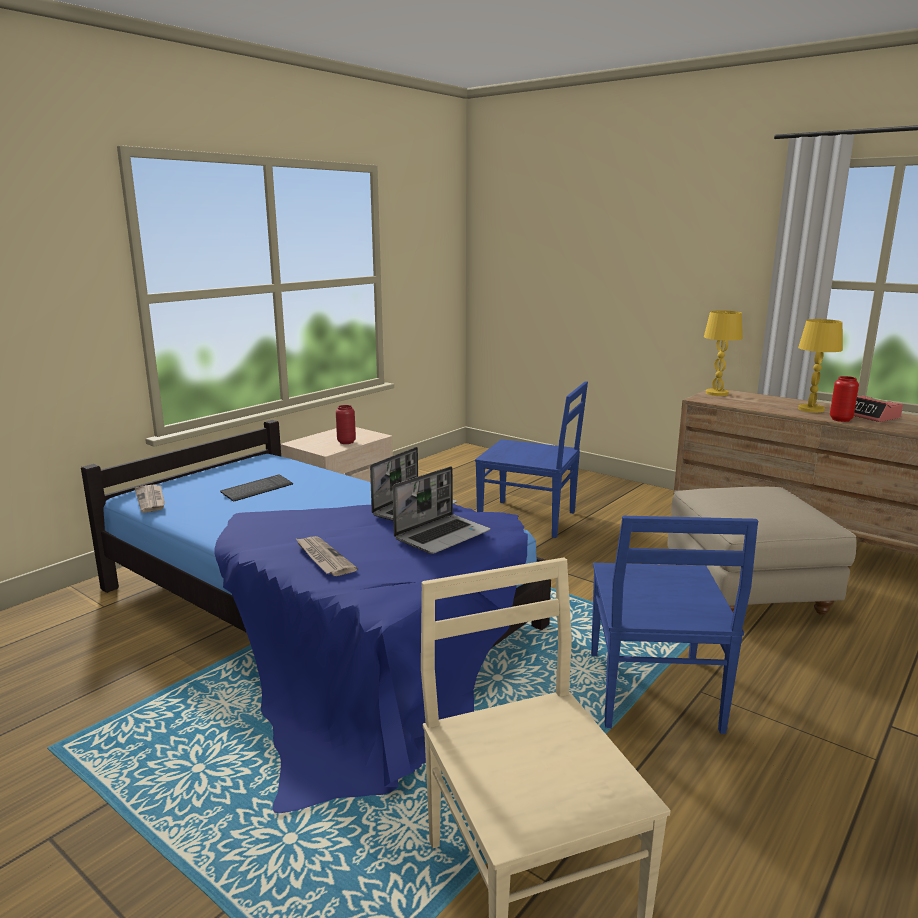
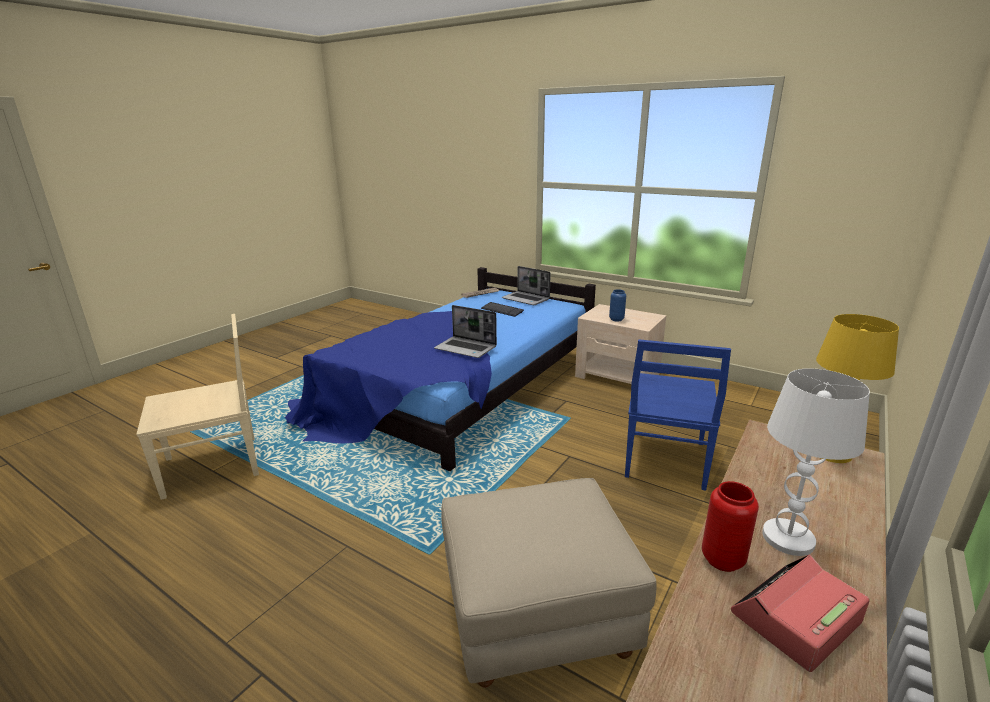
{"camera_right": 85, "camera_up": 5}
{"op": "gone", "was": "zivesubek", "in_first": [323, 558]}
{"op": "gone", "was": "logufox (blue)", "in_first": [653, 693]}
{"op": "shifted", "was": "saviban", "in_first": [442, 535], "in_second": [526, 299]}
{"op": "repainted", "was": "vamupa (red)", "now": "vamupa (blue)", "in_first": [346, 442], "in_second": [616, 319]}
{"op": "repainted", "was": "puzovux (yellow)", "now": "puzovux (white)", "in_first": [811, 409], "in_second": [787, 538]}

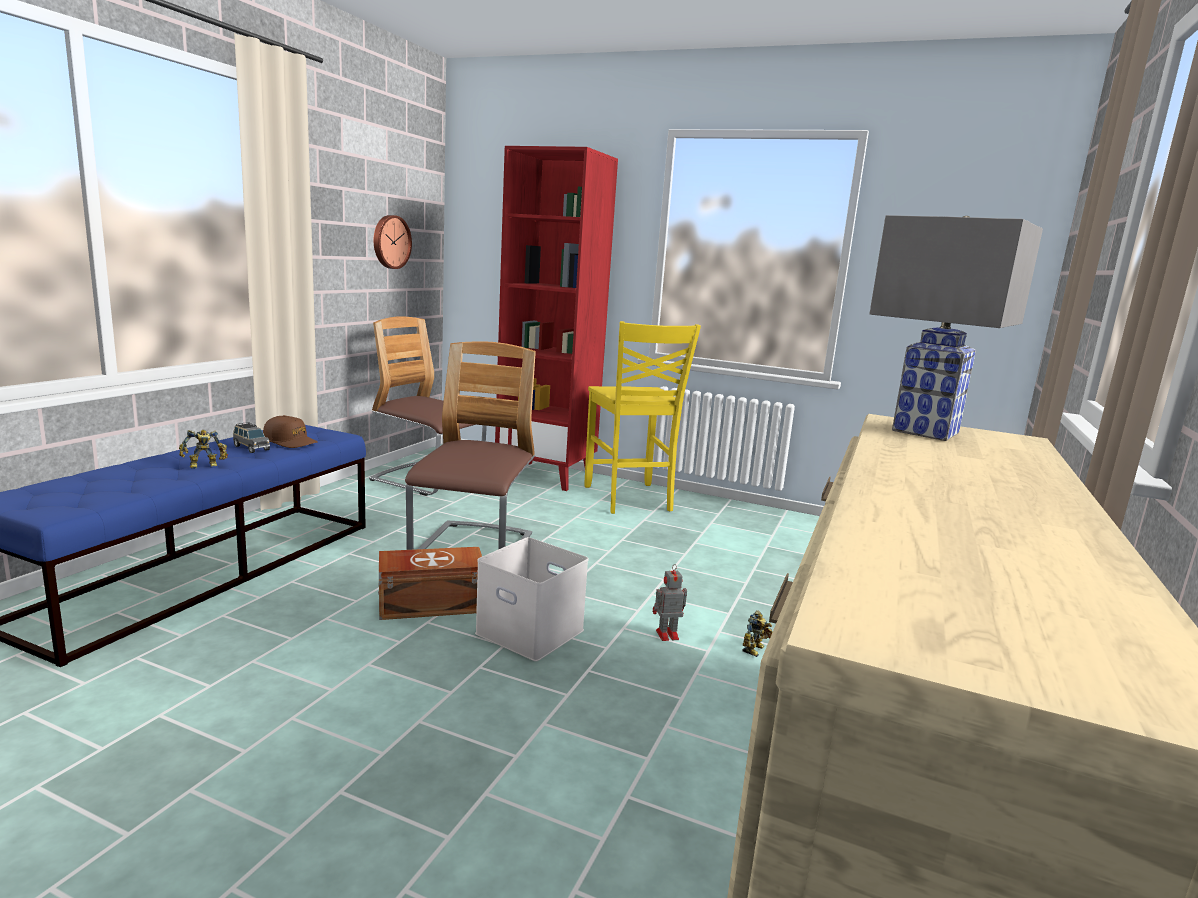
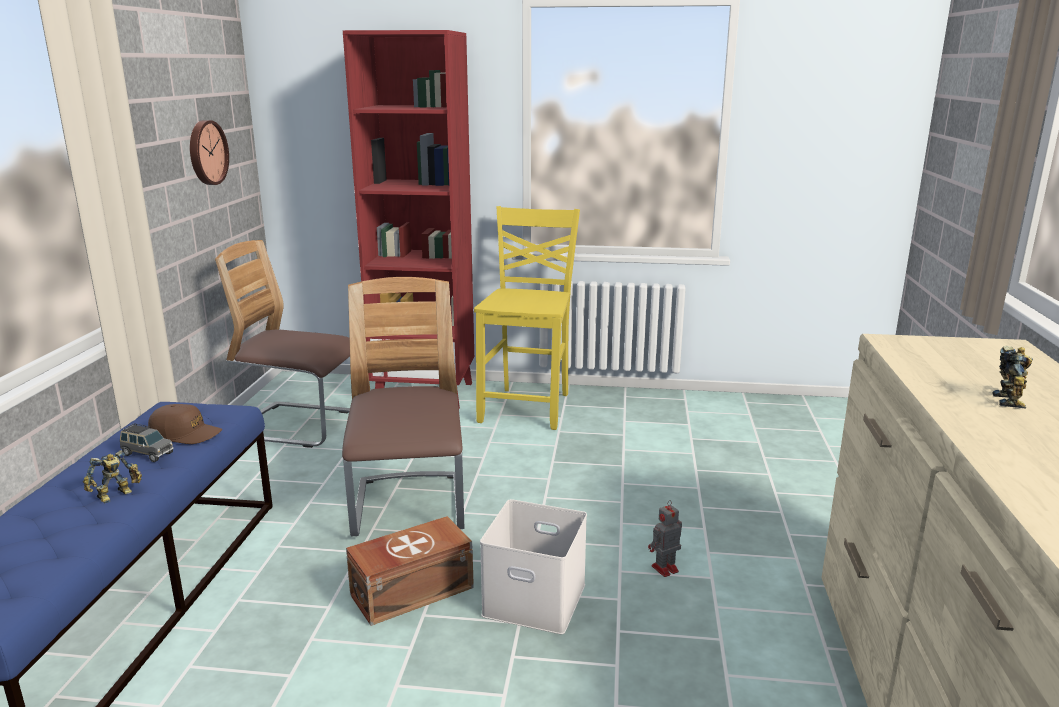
{"camera_right": -15, "camera_up": 5}
{"op": "gone", "was": "puzovux (grey)", "in_first": [923, 432]}
{"op": "shifted", "was": "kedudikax", "in_first": [755, 650], "in_second": [1011, 401]}
{"op": "rotated", "was": "logufox (yellow)", "in_first": [629, 499], "in_second": [528, 407], "clockwise": -135}

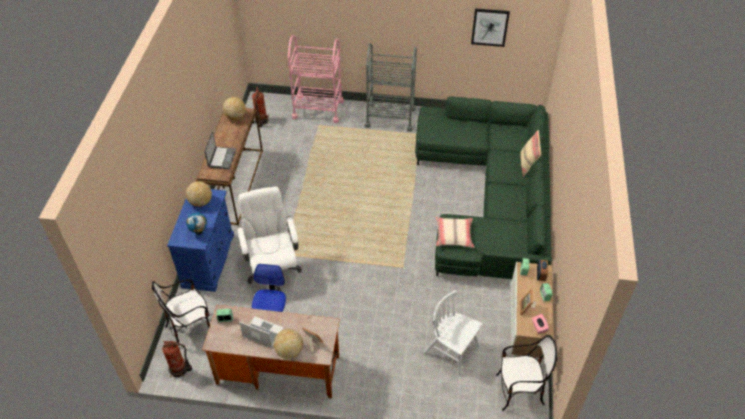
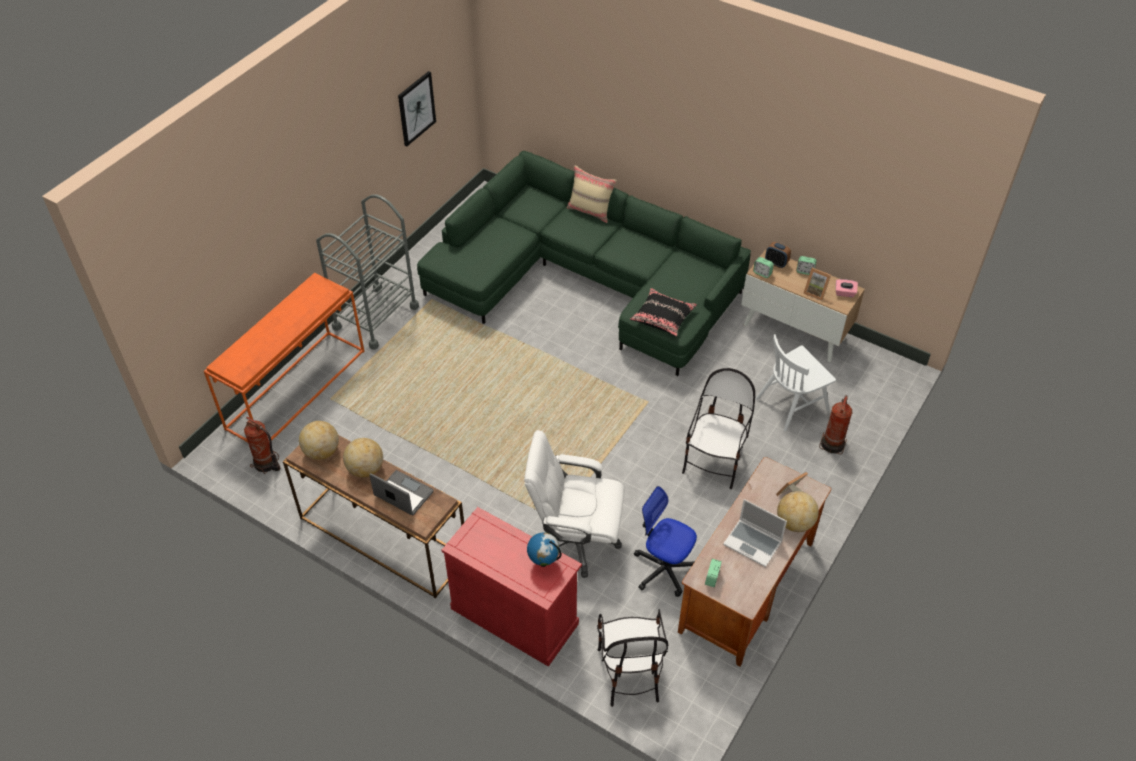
{"camera_right": -65, "camera_up": 0}
{"op": "shifted", "was": "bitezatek", "in_first": [179, 370], "in_second": [833, 444]}
{"op": "shifted", "was": "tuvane", "in_first": [201, 202], "in_second": [365, 469]}
{"op": "shifted", "was": "logufox", "in_first": [519, 391], "in_second": [715, 462]}
{"op": "swapped", "was": "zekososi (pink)", "now": "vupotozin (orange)", "in_first": [318, 109], "in_second": [296, 388]}
{"op": "repainted", "was": "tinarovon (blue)", "now": "tinarovon (red)", "in_first": [208, 260], "in_second": [514, 615]}
{"op": "repainted", "was": "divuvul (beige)", "now": "divuvul (black)", "in_first": [454, 235], "in_second": [663, 317]}
{"op": "rotated", "was": "saviban", "in_first": [262, 333], "in_second": [753, 543], "clockwise": -105}

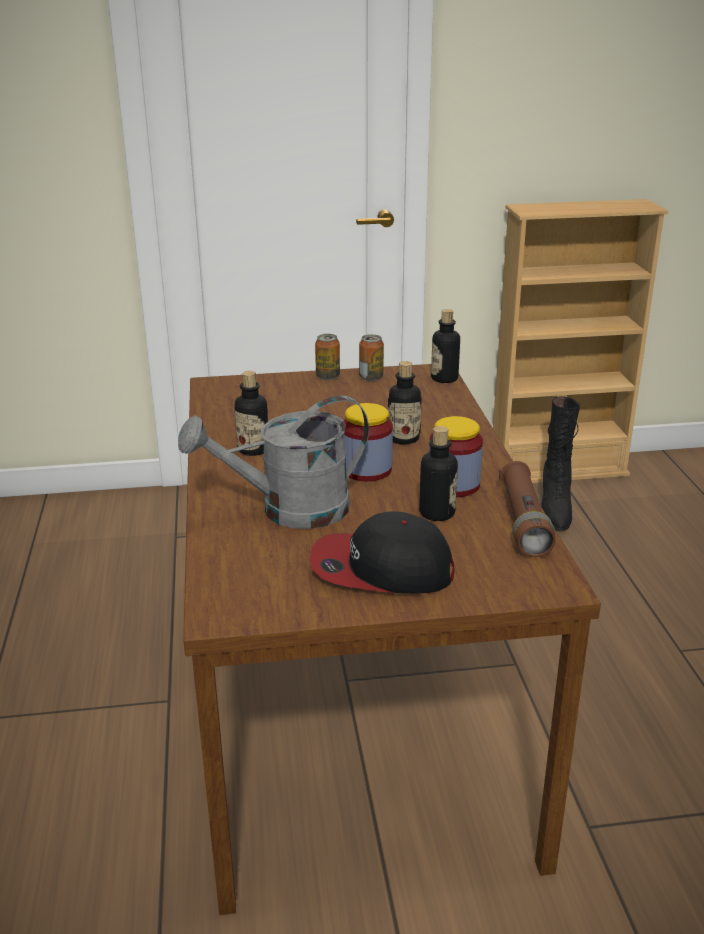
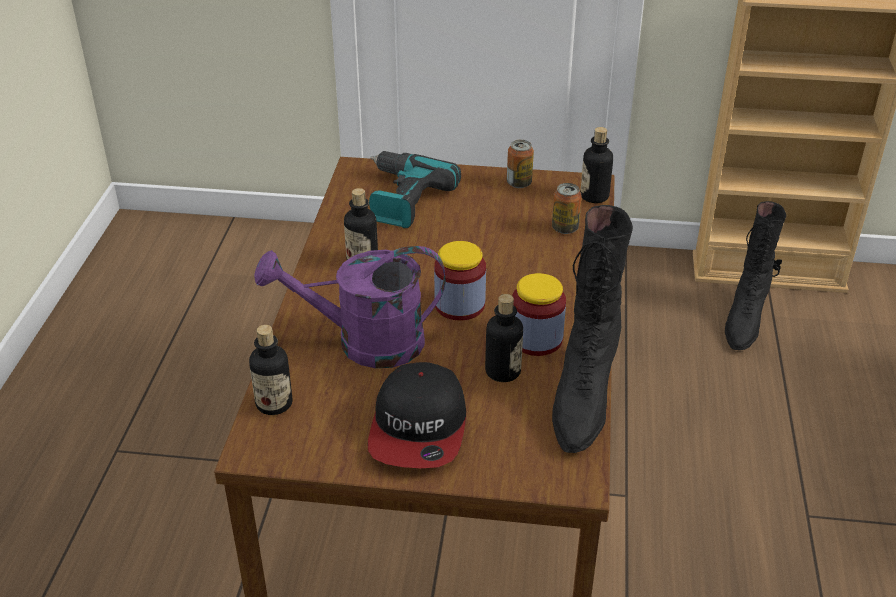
{"camera_right": 15, "camera_up": 10}
{"op": "new", "now": "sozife", "in_second": [402, 199]}
{"op": "shifted", "was": "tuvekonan", "in_first": [327, 376], "in_second": [565, 228]}
{"op": "shifted", "was": "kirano", "in_first": [403, 438], "in_second": [274, 403]}
{"op": "swapped", "was": "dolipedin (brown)", "now": "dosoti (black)", "in_first": [524, 521], "in_second": [583, 398]}
{"op": "repainted", "was": "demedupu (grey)", "now": "demedupu (purple)", "in_first": [289, 511], "in_second": [364, 343]}
{"op": "rotated", "was": "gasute", "in_first": [381, 569], "in_second": [419, 428], "clockwise": -105}

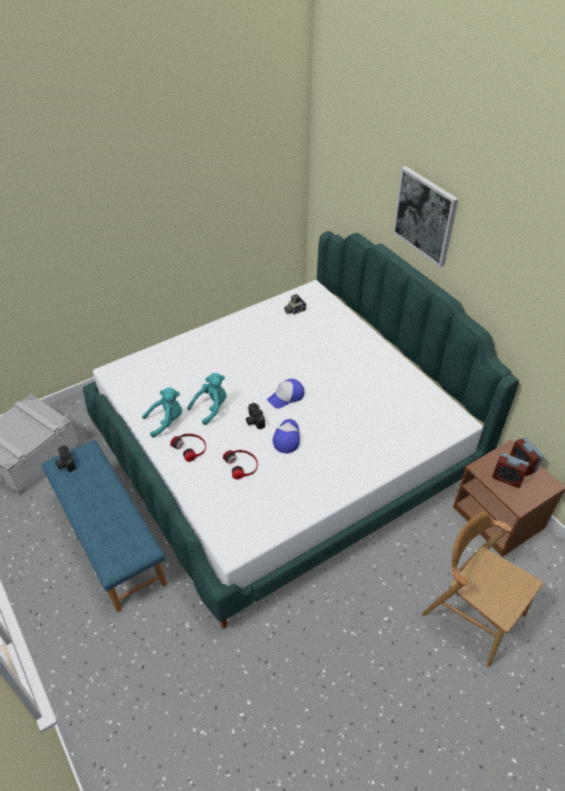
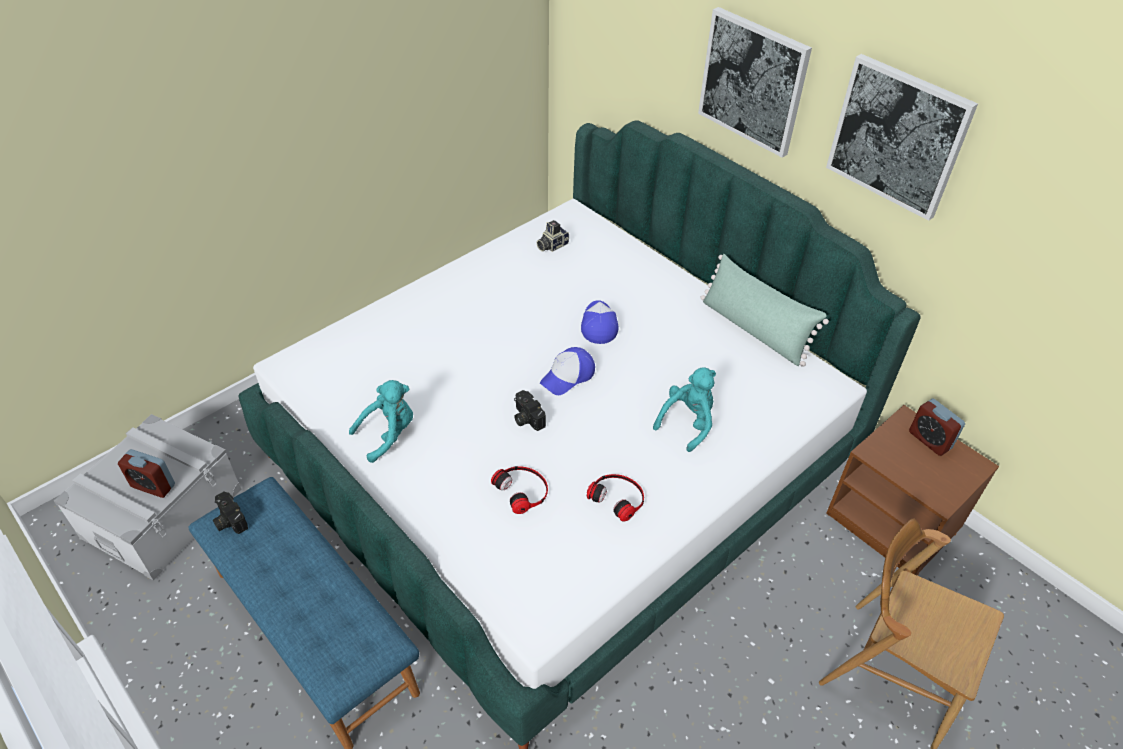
{"camera_right": -10, "camera_up": 0}
{"op": "new", "now": "divuvul (green)", "in_second": [754, 330]}
{"op": "new", "now": "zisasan", "in_second": [898, 136]}
{"op": "shifted", "was": "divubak", "in_first": [190, 447], "in_second": [618, 497]}
{"op": "shifted", "was": "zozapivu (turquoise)", "in_first": [211, 408], "in_second": [687, 423]}
{"op": "shifted", "was": "gasute", "in_first": [287, 438], "in_second": [598, 325]}
{"op": "shifted", "was": "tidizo", "in_first": [507, 479], "in_second": [153, 486]}

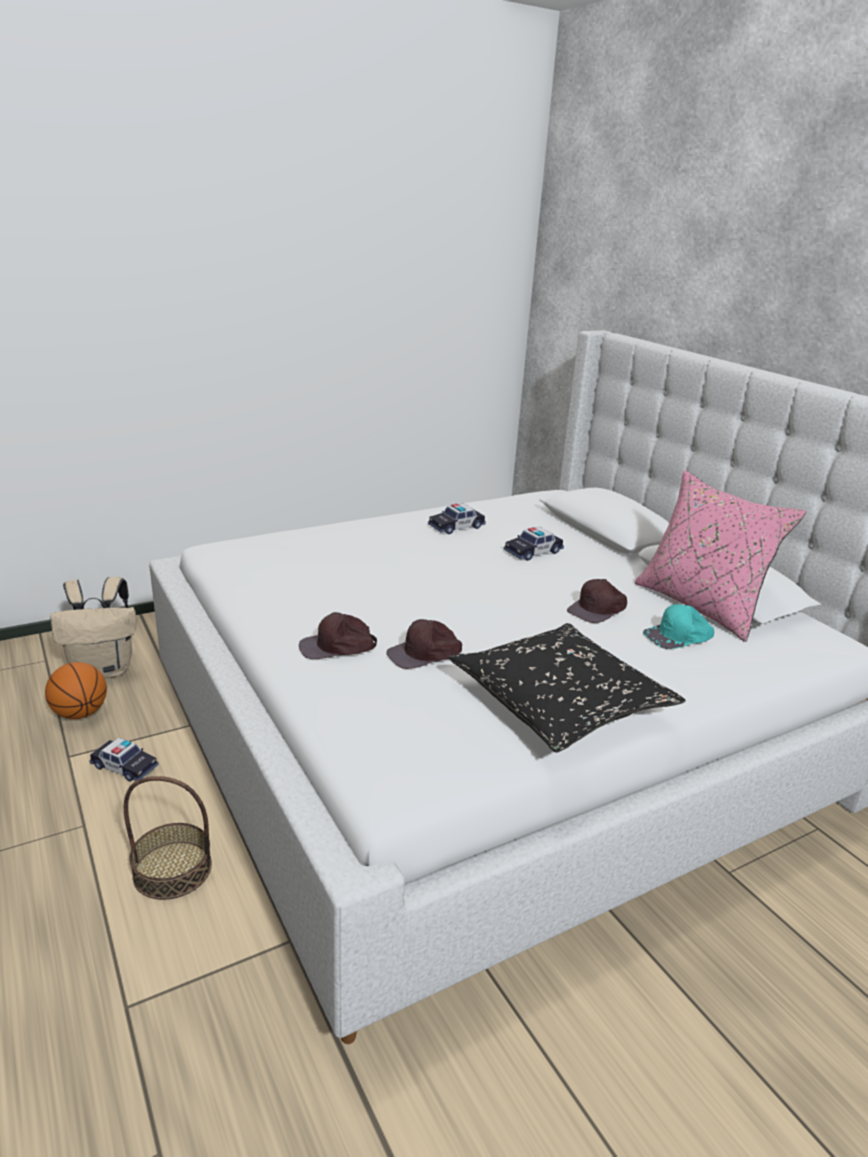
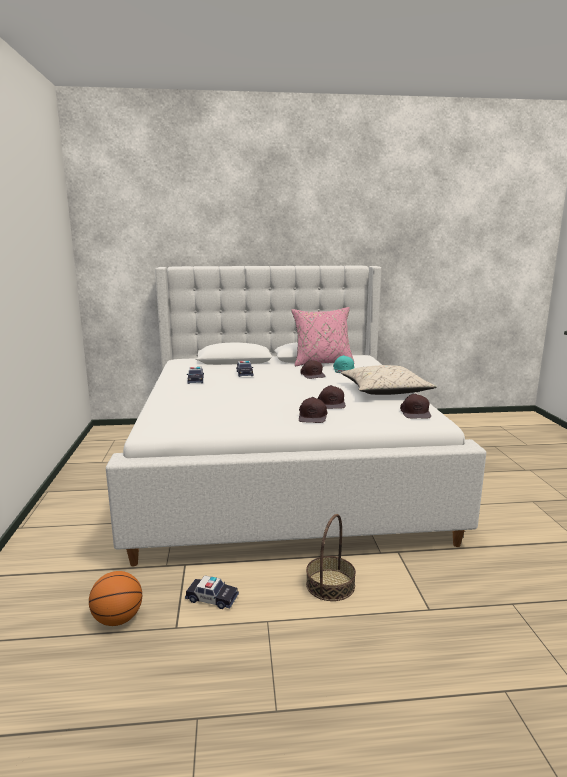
{"camera_right": -65, "camera_up": -10}
{"op": "gone", "was": "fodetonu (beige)", "in_first": [104, 670]}
{"op": "new", "now": "gasute (brown)", "in_second": [415, 412]}
{"op": "repainted", "was": "divuvul (black)", "now": "divuvul (beige)", "in_first": [559, 703], "in_second": [385, 391]}
{"op": "rotated", "was": "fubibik", "in_first": [124, 766], "in_second": [212, 598], "clockwise": 60}

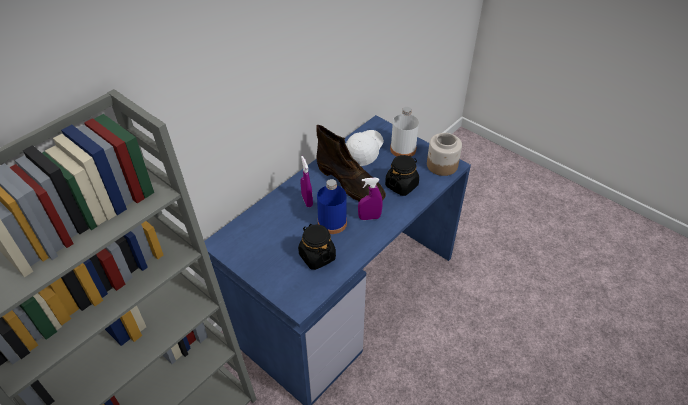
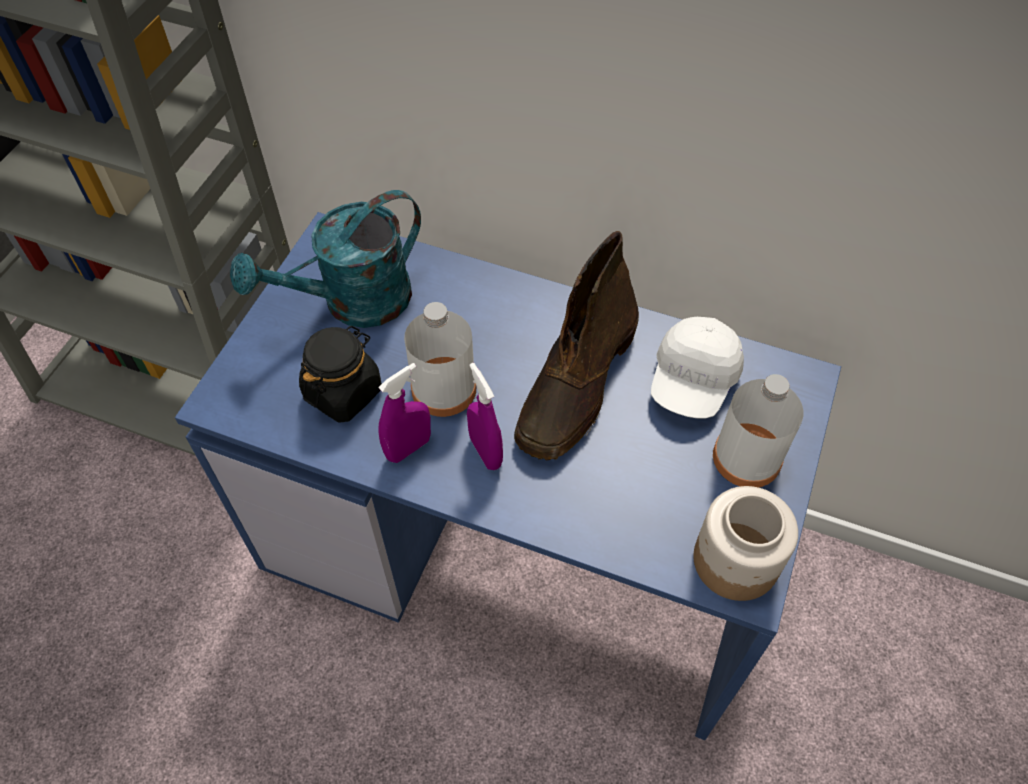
{"camera_right": 70, "camera_up": 10}
{"op": "gone", "was": "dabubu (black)", "in_first": [401, 185]}
{"op": "new", "now": "demedupu (turquoise)", "in_second": [353, 303]}
{"op": "shifted", "was": "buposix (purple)", "in_first": [307, 201], "in_second": [408, 448]}
{"op": "repainted", "was": "kirano (blue)", "now": "kirano (white)", "in_first": [332, 223], "in_second": [444, 389]}
{"op": "rotated", "was": "gasute (white)", "in_first": [364, 151], "in_second": [693, 381], "clockwise": 105}

